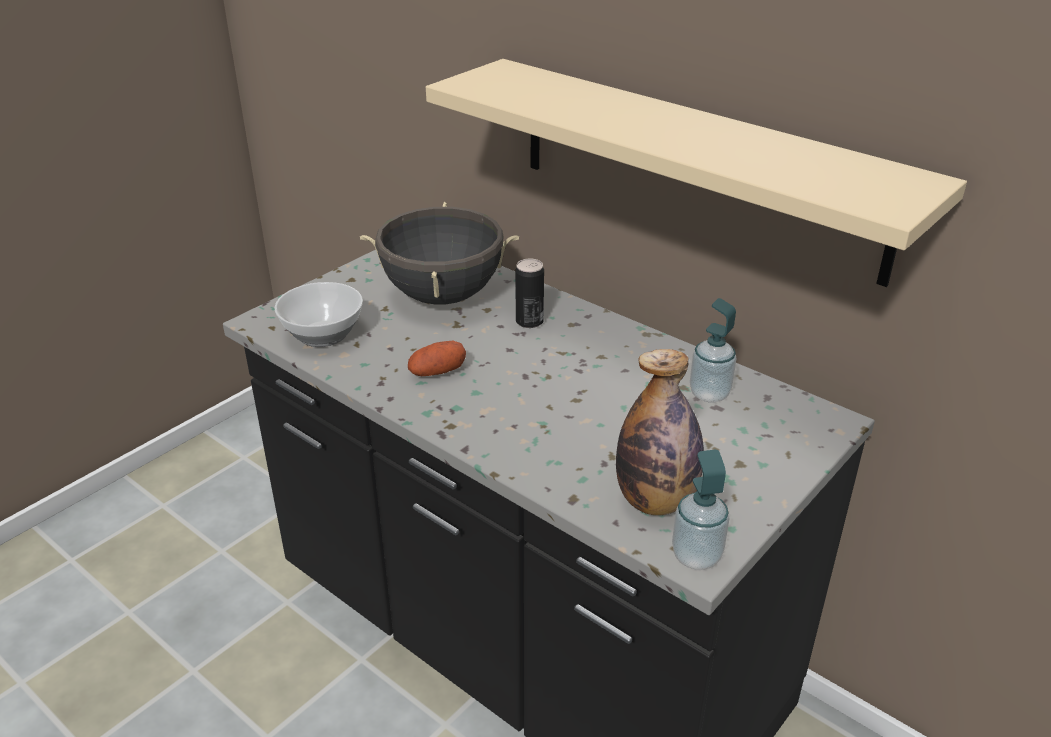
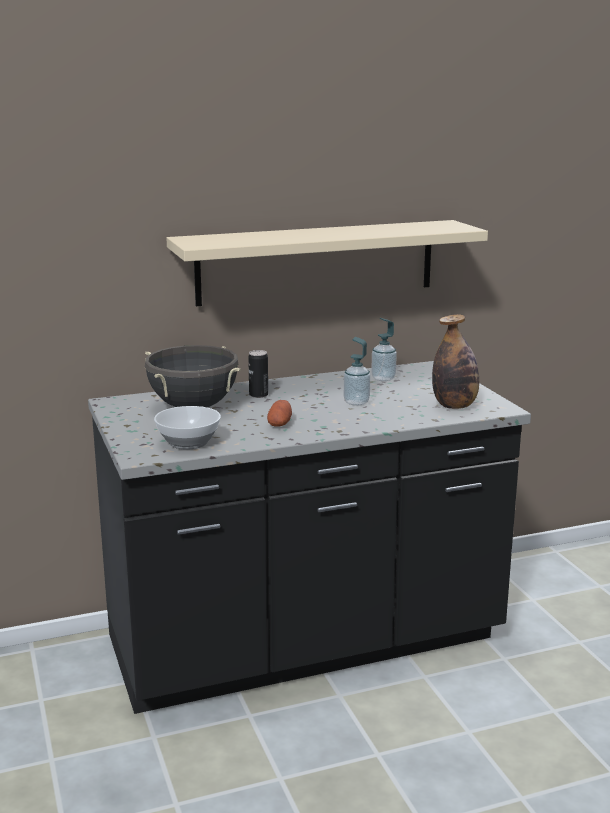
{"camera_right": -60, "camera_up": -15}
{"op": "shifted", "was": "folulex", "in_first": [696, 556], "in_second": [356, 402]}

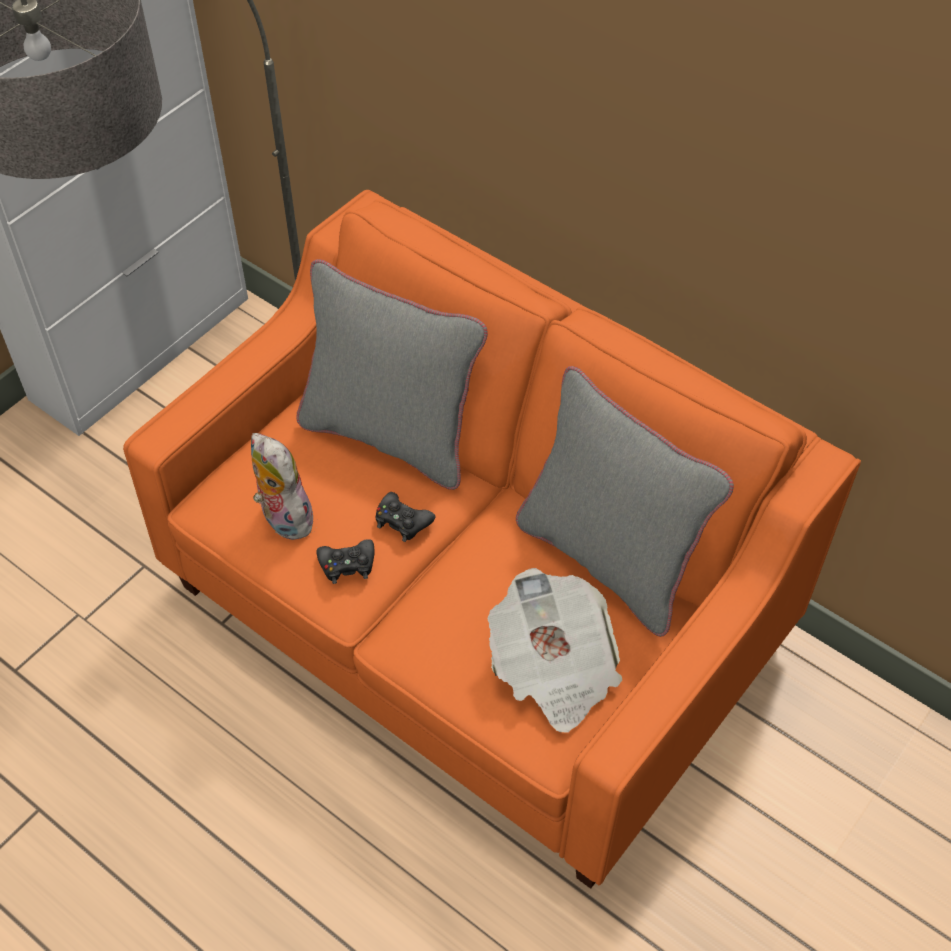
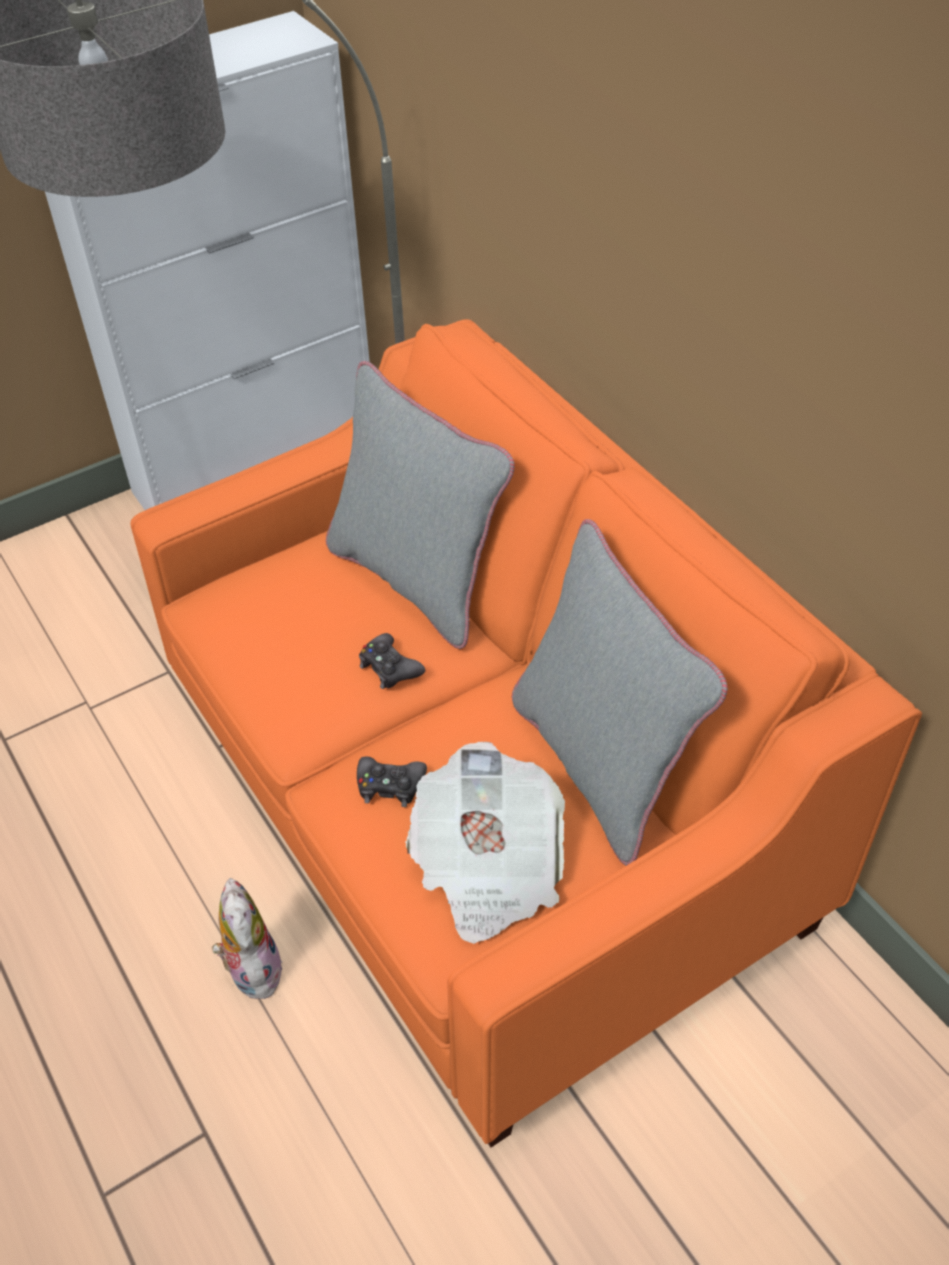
{"camera_right": 20, "camera_up": -5}
{"op": "shifted", "was": "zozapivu", "in_first": [283, 518], "in_second": [251, 969]}
{"op": "shifted", "was": "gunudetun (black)", "in_first": [347, 565], "in_second": [390, 785]}

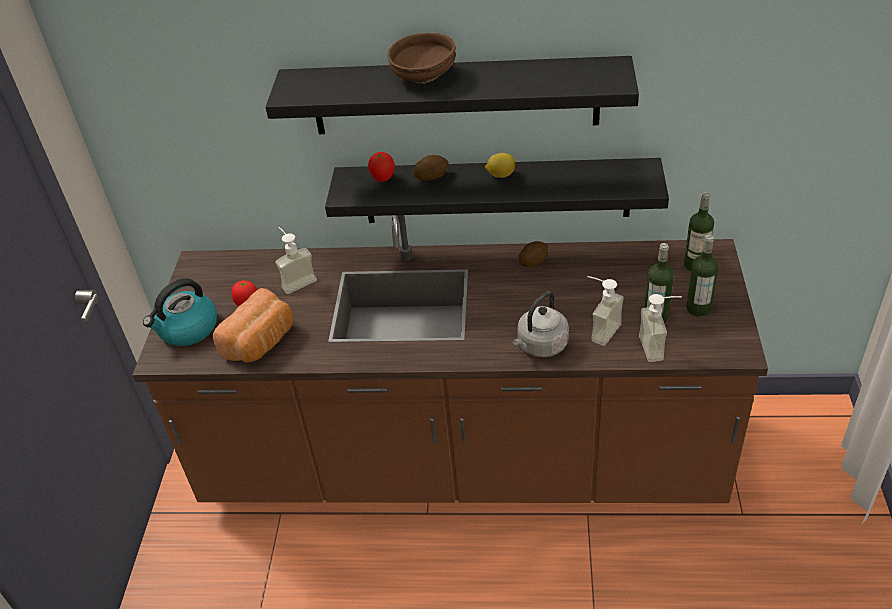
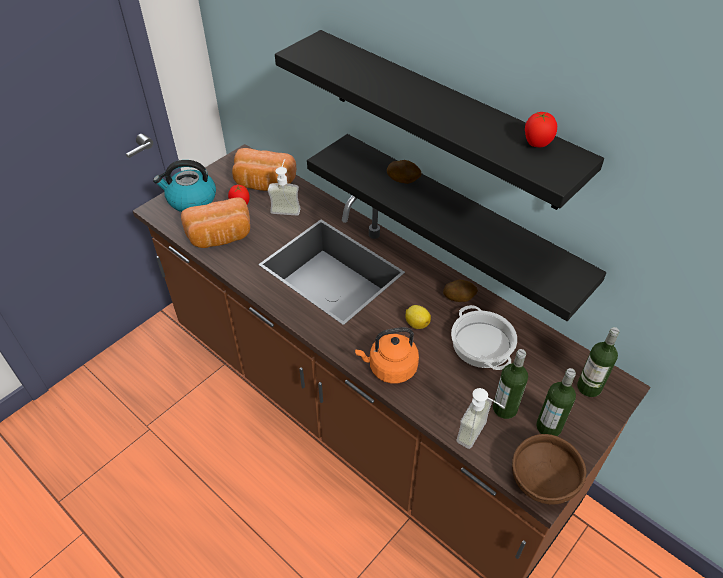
{"camera_right": 35, "camera_up": 5}
{"op": "gone", "was": "folulex", "in_first": [599, 330]}
{"op": "new", "now": "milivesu", "in_second": [264, 184]}
{"op": "new", "now": "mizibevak", "in_second": [481, 344]}
{"op": "shifted", "was": "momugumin", "in_first": [382, 179], "in_second": [536, 144]}
{"op": "shifted", "was": "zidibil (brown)", "in_first": [422, 77], "in_second": [541, 480]}
{"op": "shifted", "was": "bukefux", "in_first": [500, 175], "in_second": [416, 323]}
{"op": "repainted", "was": "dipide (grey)", "now": "dipide (orange)", "in_first": [540, 346], "in_second": [390, 368]}

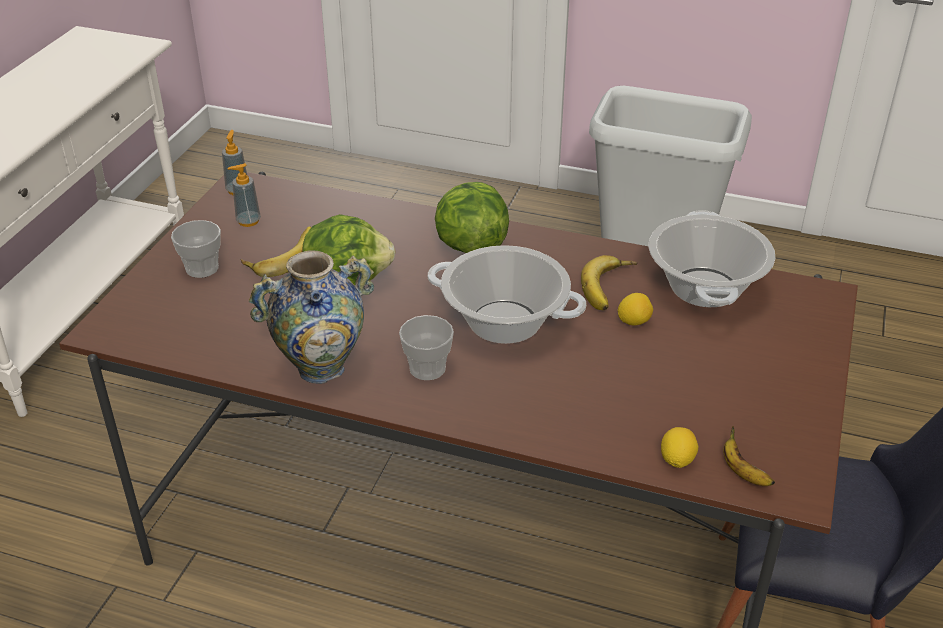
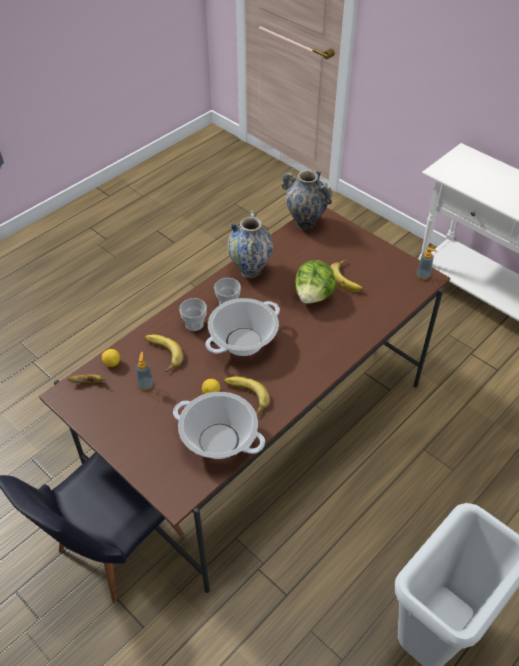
{"camera_right": 115, "camera_up": 10}
{"op": "gone", "was": "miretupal", "in_first": [470, 245]}
{"op": "new", "now": "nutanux", "in_second": [161, 354]}
{"op": "new", "now": "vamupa", "in_second": [305, 222]}
{"op": "shifted", "was": "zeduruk", "in_first": [202, 268], "in_second": [194, 324]}
{"op": "shifted", "was": "folulex", "in_first": [248, 221], "in_second": [146, 384]}

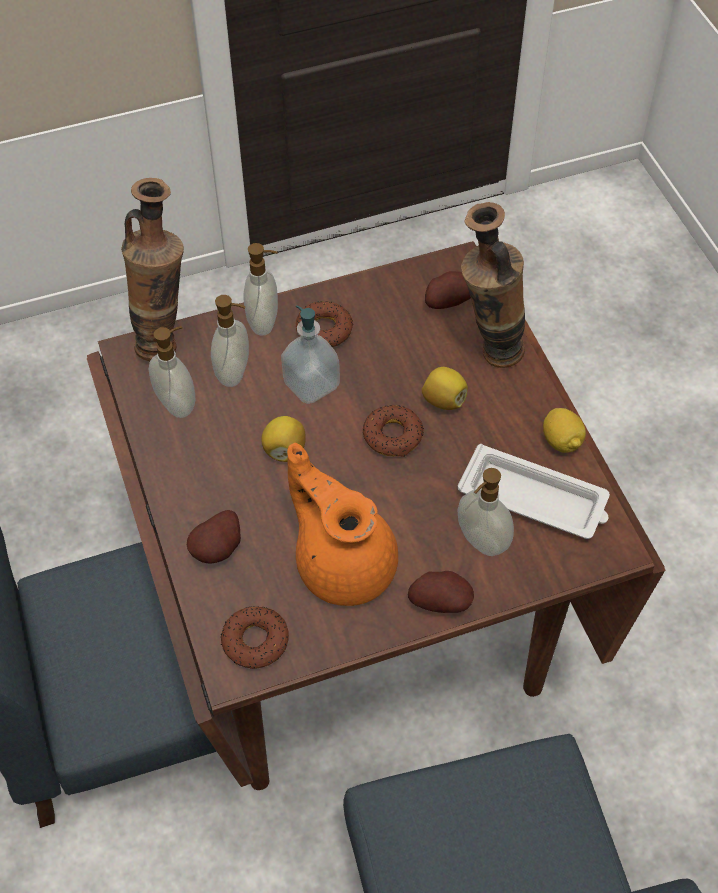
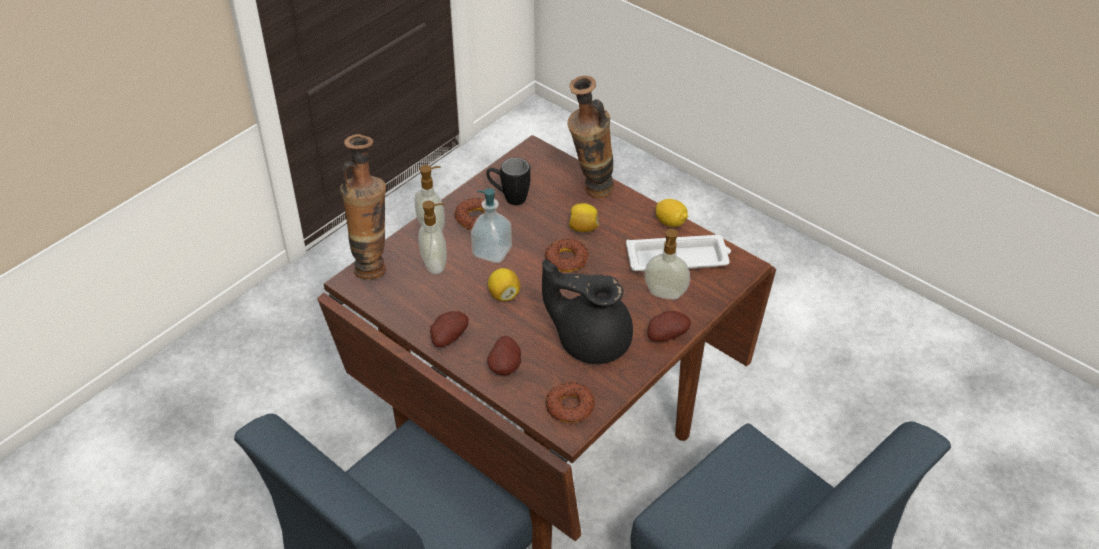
{"camera_right": -30, "camera_up": -10}
{"op": "gone", "was": "folulex", "in_first": [178, 403]}
{"op": "new", "now": "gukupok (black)", "in_second": [509, 198]}
{"op": "shifted", "was": "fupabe", "in_first": [448, 301], "in_second": [447, 338]}
{"op": "repainted", "was": "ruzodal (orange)", "now": "ruzodal (black)", "in_first": [343, 563], "in_second": [591, 340]}

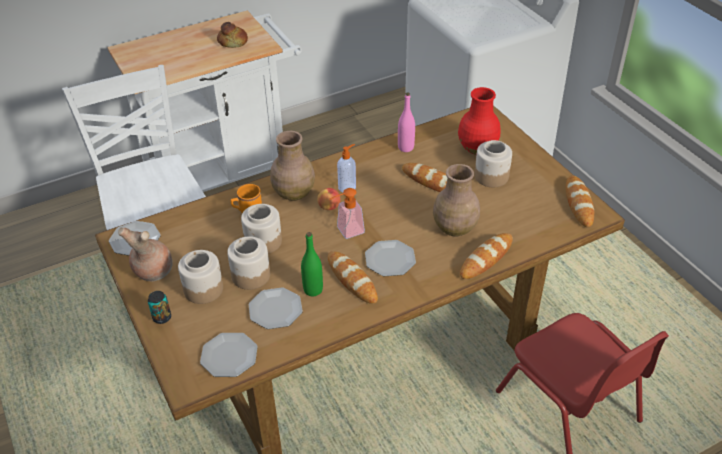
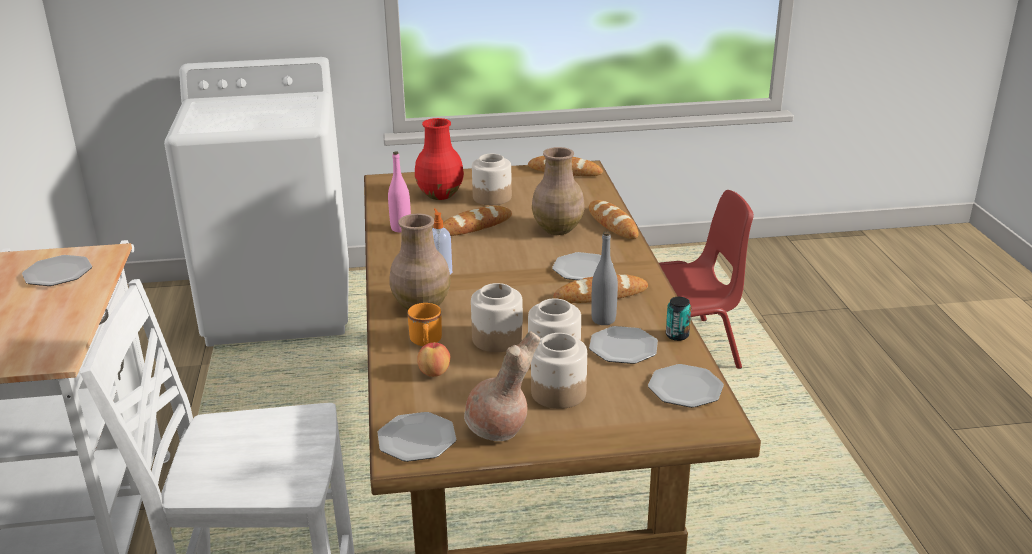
{"camera_right": -70, "camera_up": -15}
{"op": "gone", "was": "folulex", "in_first": [346, 231]}
{"op": "shifted", "was": "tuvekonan", "in_first": [162, 317], "in_second": [677, 335]}
{"op": "shifted", "was": "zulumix", "in_first": [329, 207], "in_second": [434, 373]}
{"op": "swapped", "was": "milivesu", "now": "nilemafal", "in_first": [233, 41], "in_second": [57, 273]}
{"op": "repainted", "was": "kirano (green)", "now": "kirano (grey)", "in_first": [313, 290], "in_second": [603, 320]}

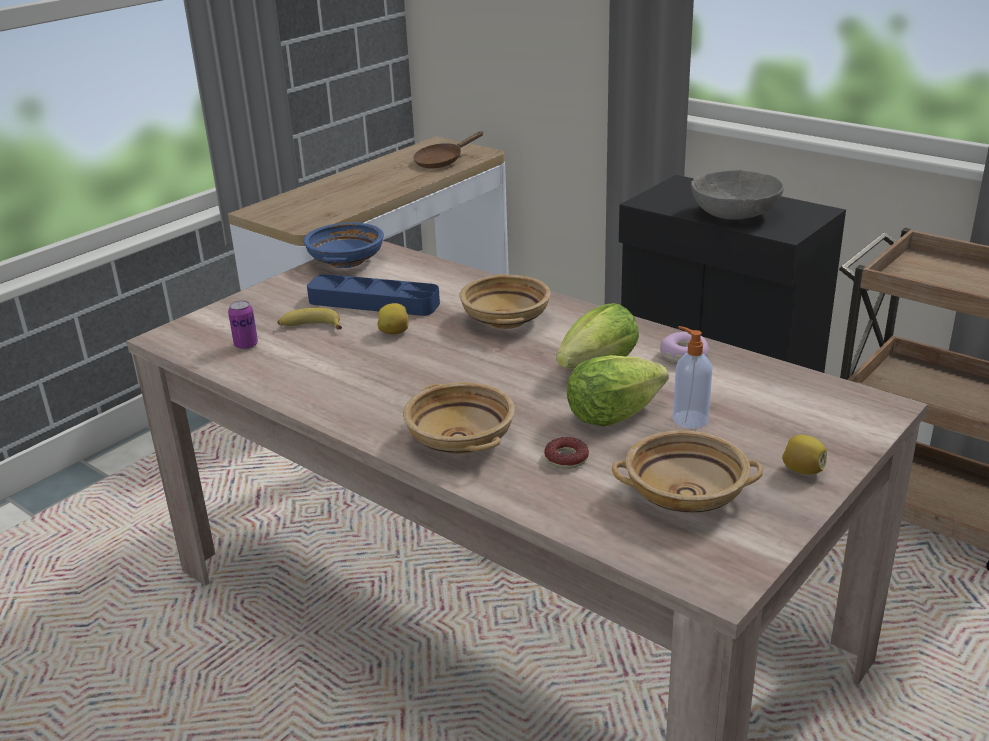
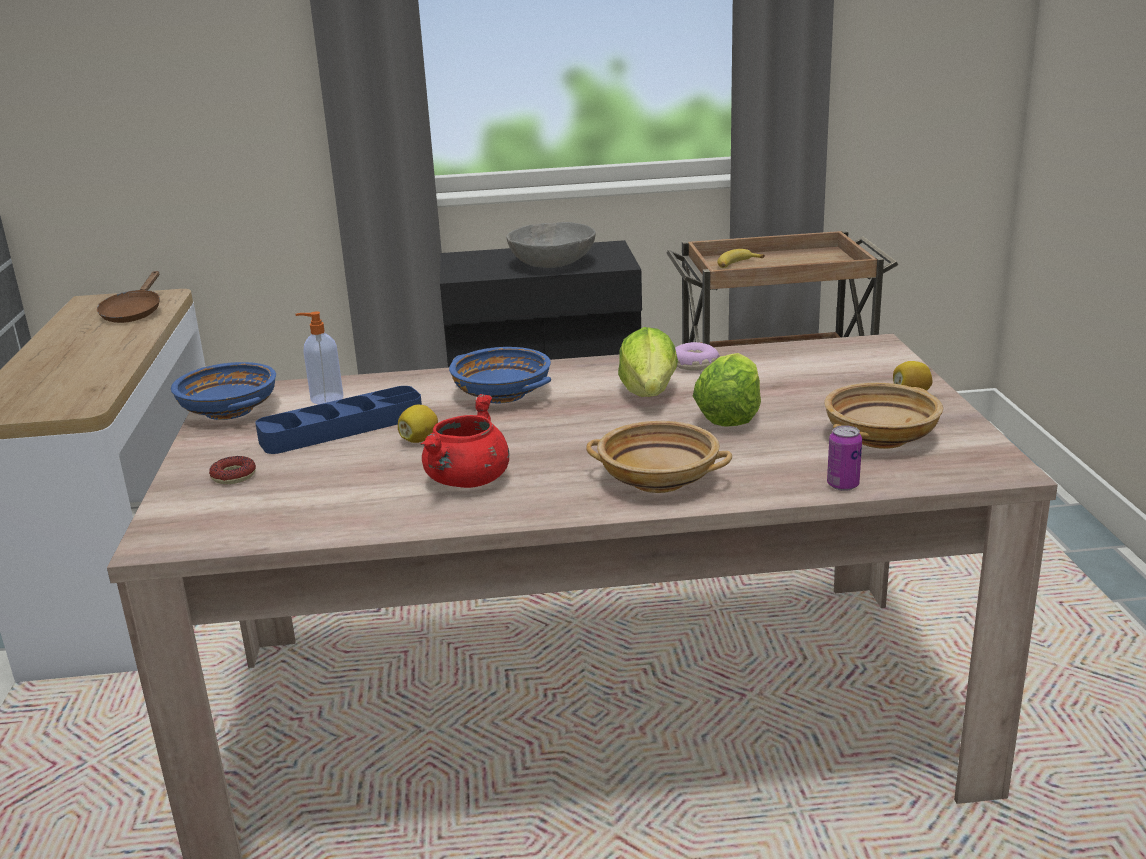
{"camera_right": -45, "camera_up": -5}
{"op": "new", "now": "mizibevak (red)", "in_second": [468, 481]}
{"op": "shifted", "was": "tuvekonan", "in_first": [246, 345], "in_second": [843, 485]}
{"op": "shifted", "was": "nutanux", "in_first": [310, 327], "in_second": [737, 265]}
{"op": "shifted", "was": "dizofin", "in_first": [566, 458], "in_second": [233, 476]}
{"op": "shifted", "was": "folulex", "in_first": [689, 419], "in_second": [325, 398]}
{"op": "repainted", "was": "zidibil (beige)", "now": "zidibil (blue)", "in_first": [506, 320], "in_second": [503, 394]}

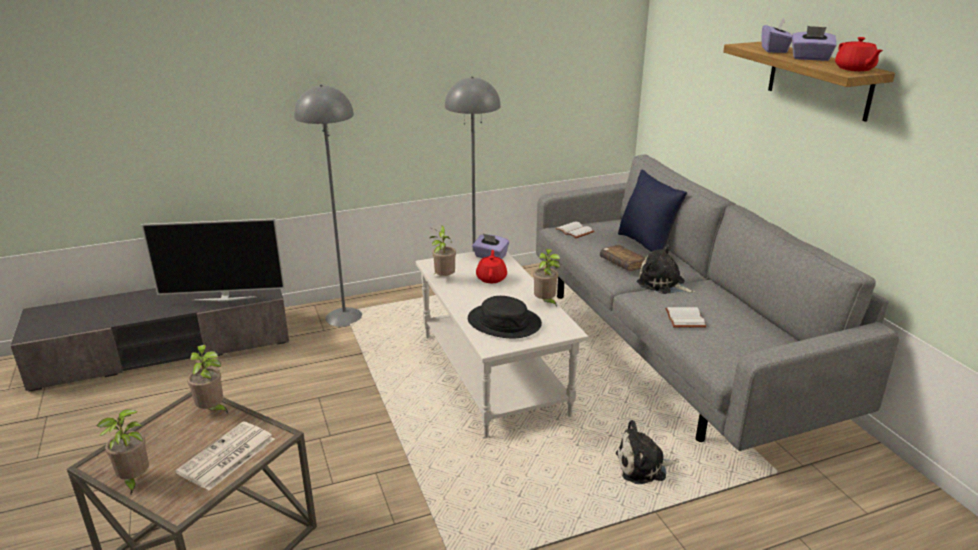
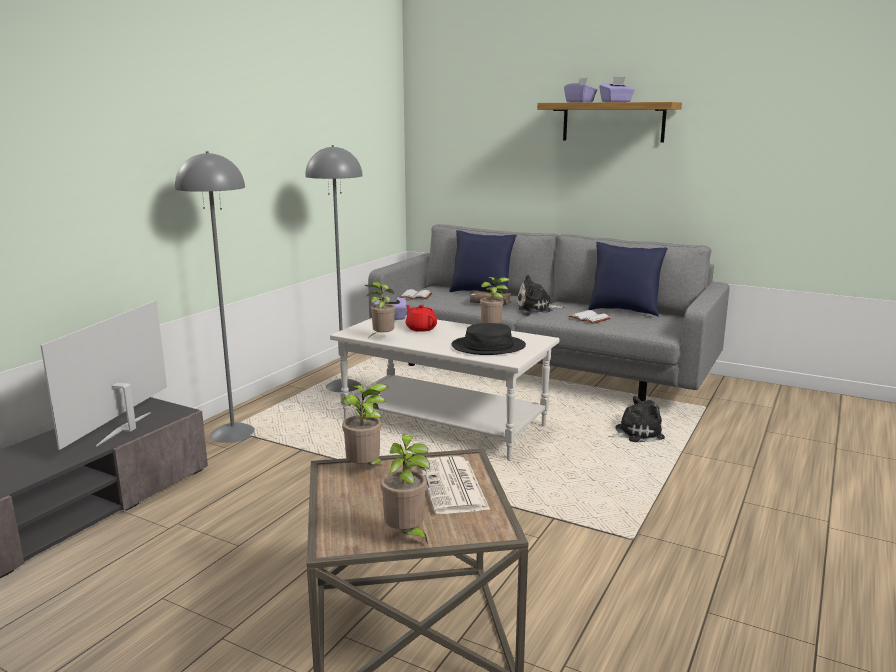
{"camera_right": -40, "camera_up": -10}
{"op": "gone", "was": "ruzodal (red)", "in_first": [855, 69]}
{"op": "new", "now": "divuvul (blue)", "in_second": [624, 311]}
{"op": "rotated", "was": "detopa", "in_first": [224, 298], "in_second": [126, 429], "clockwise": 150}
{"op": "rotated", "was": "zozapivu", "in_first": [644, 466], "in_second": [635, 433], "clockwise": -150}

